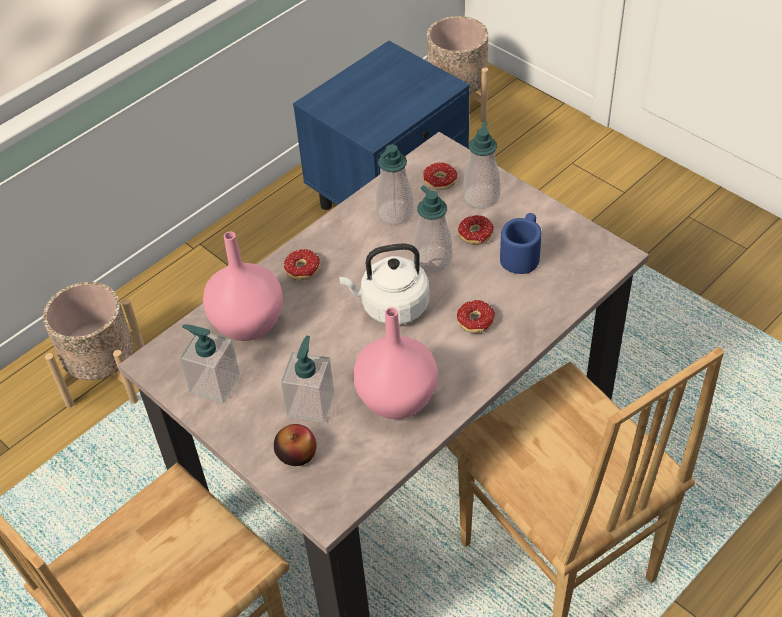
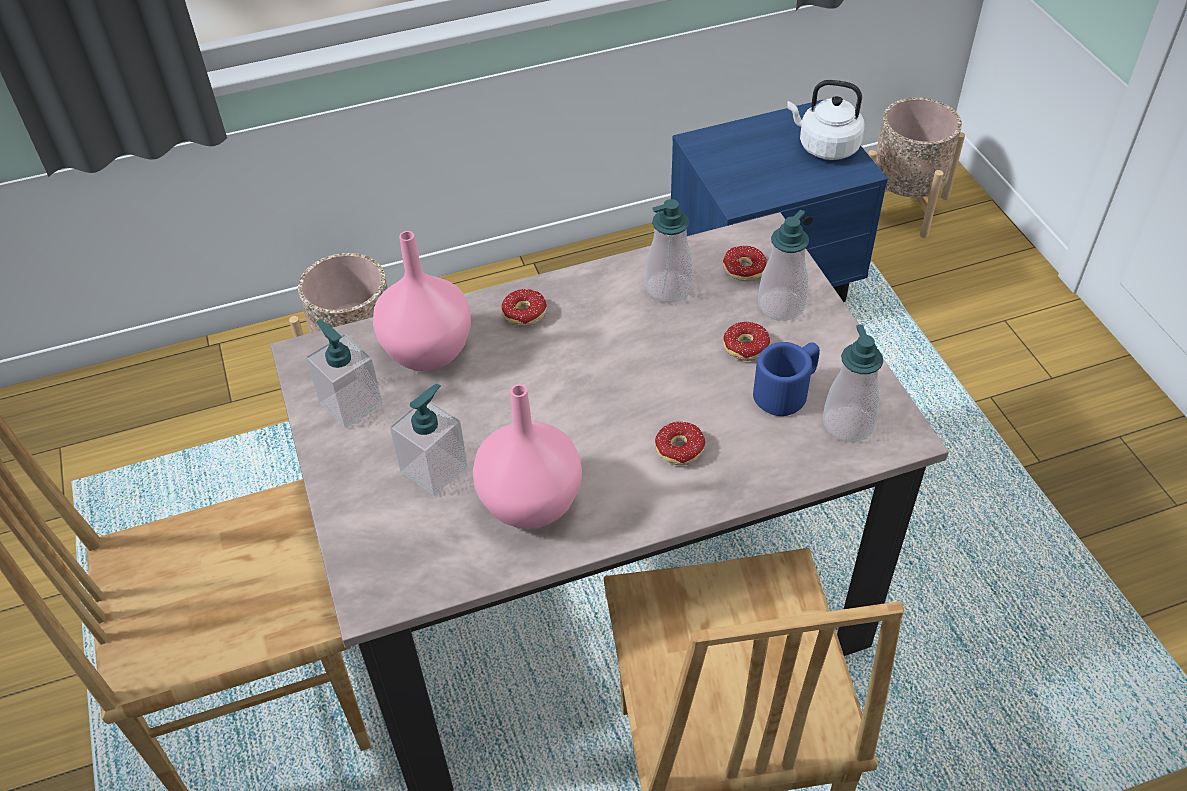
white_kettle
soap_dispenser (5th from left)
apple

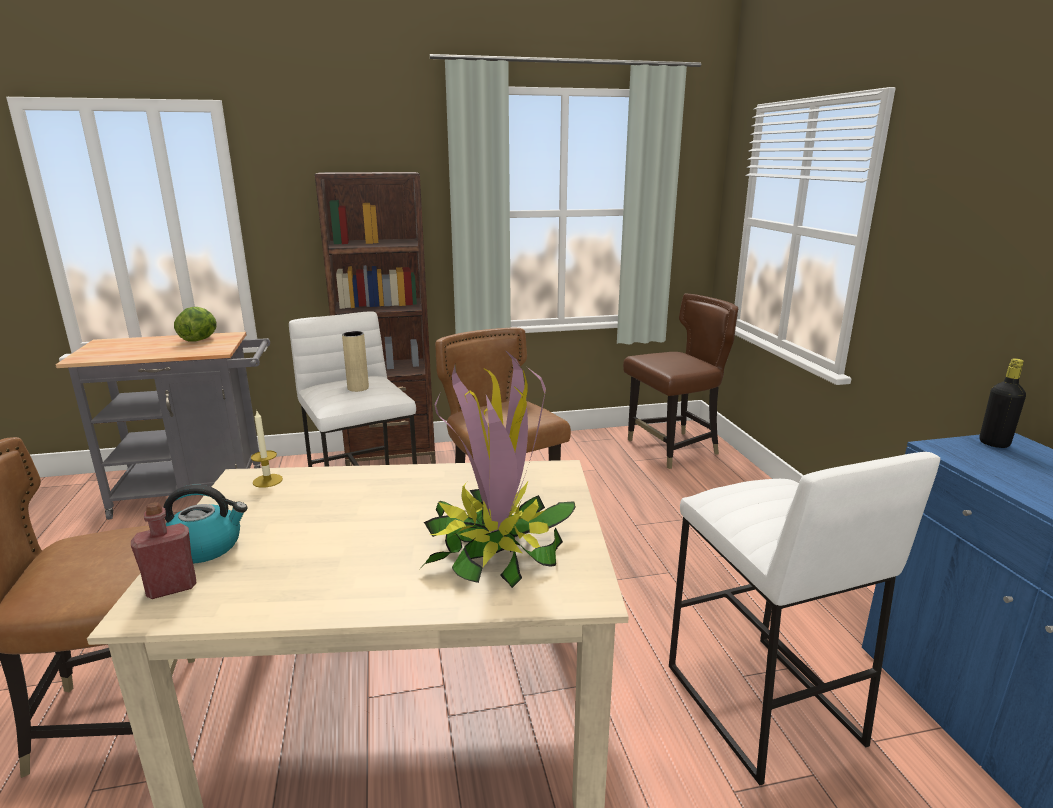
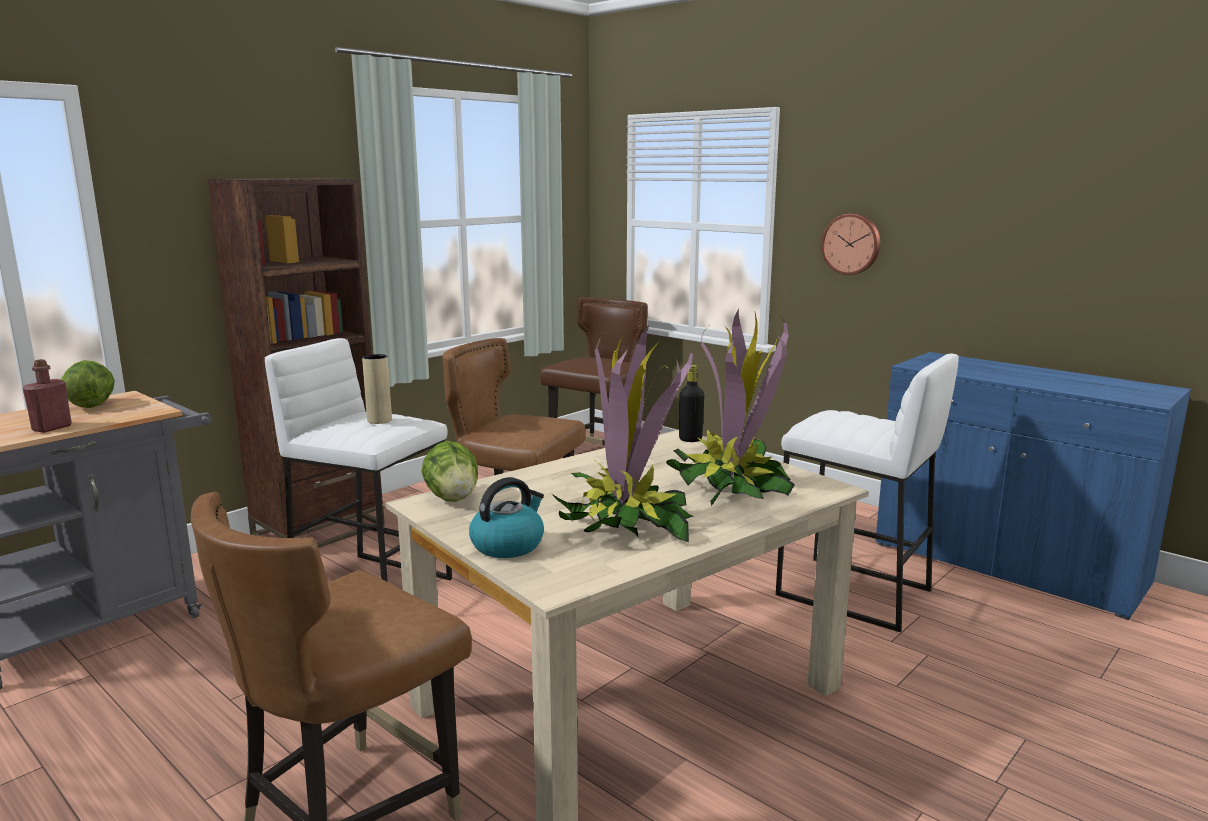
red_bottle
lettuce (2nd from left)
potted_plant (1st from left)
black_bottle
wall_clock

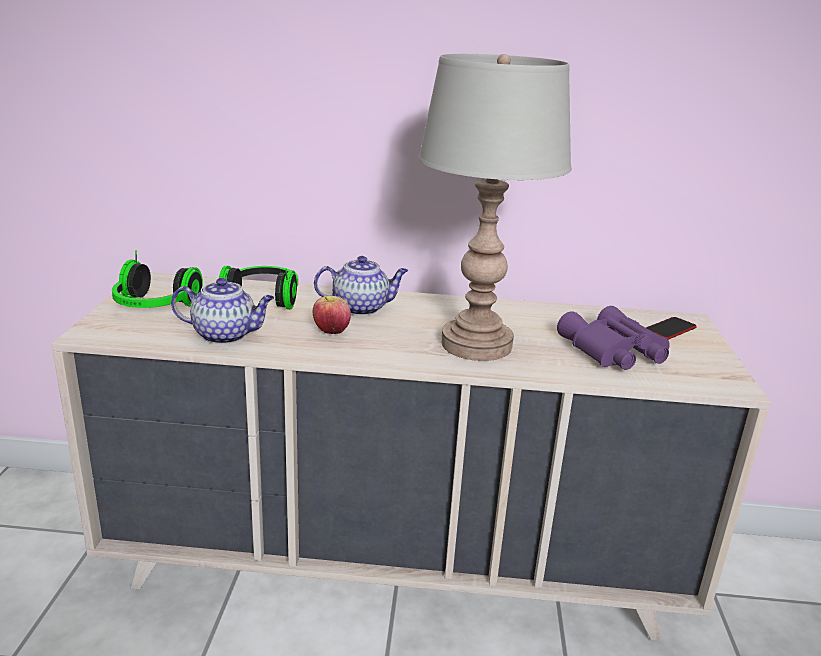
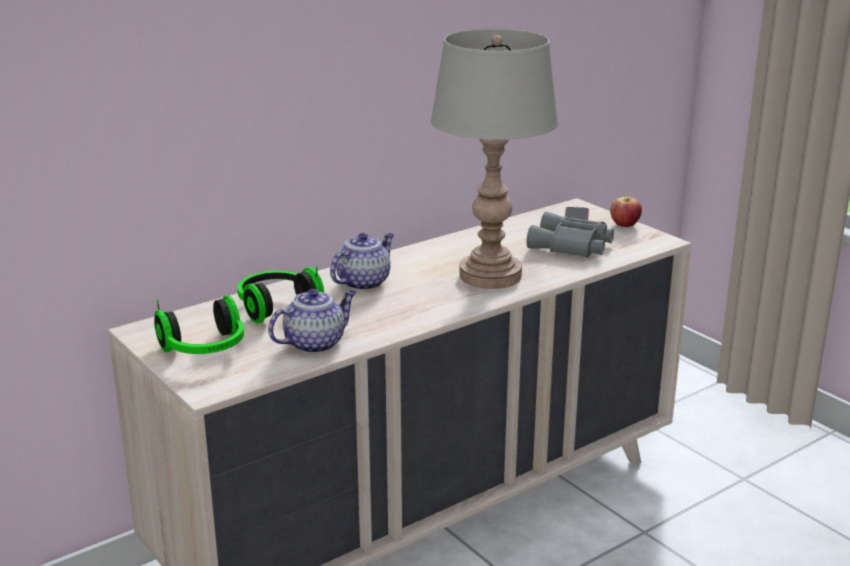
grey_binoculars
apple

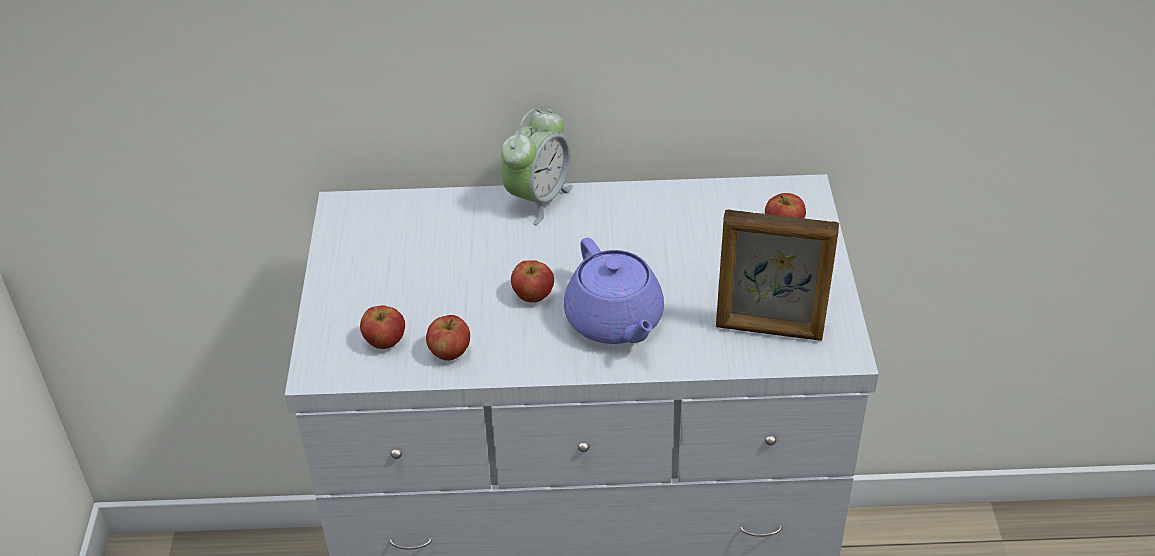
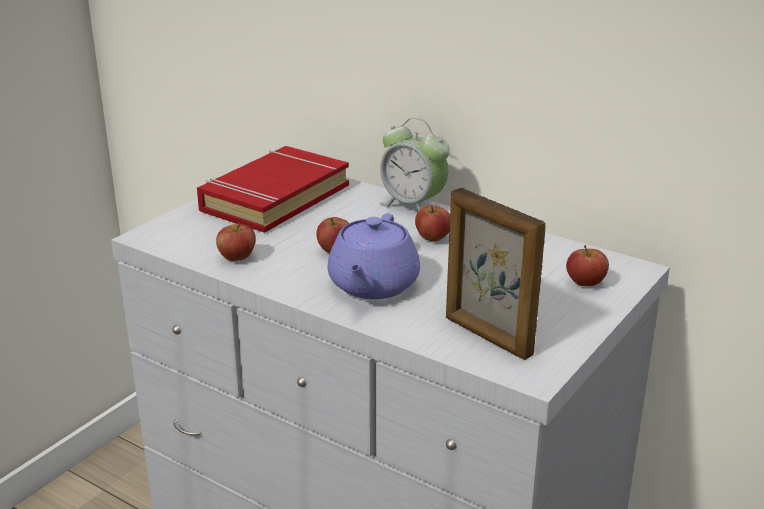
red_book
alarm_clock
apple (3rd from left)

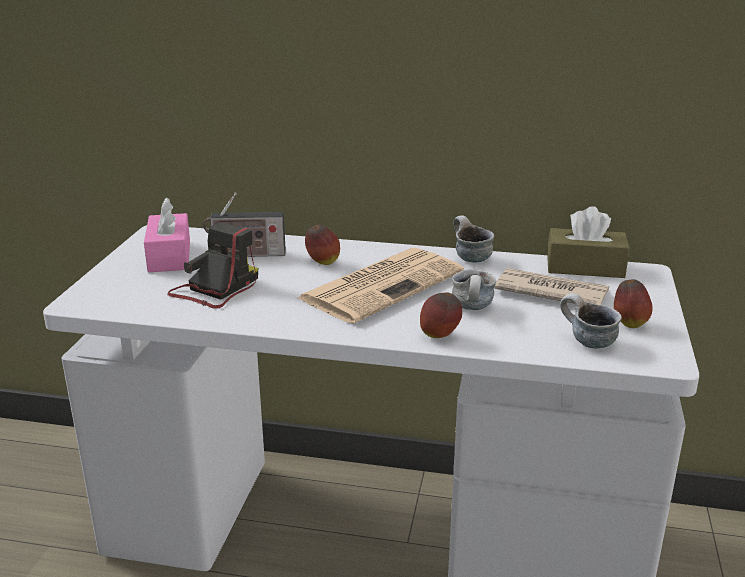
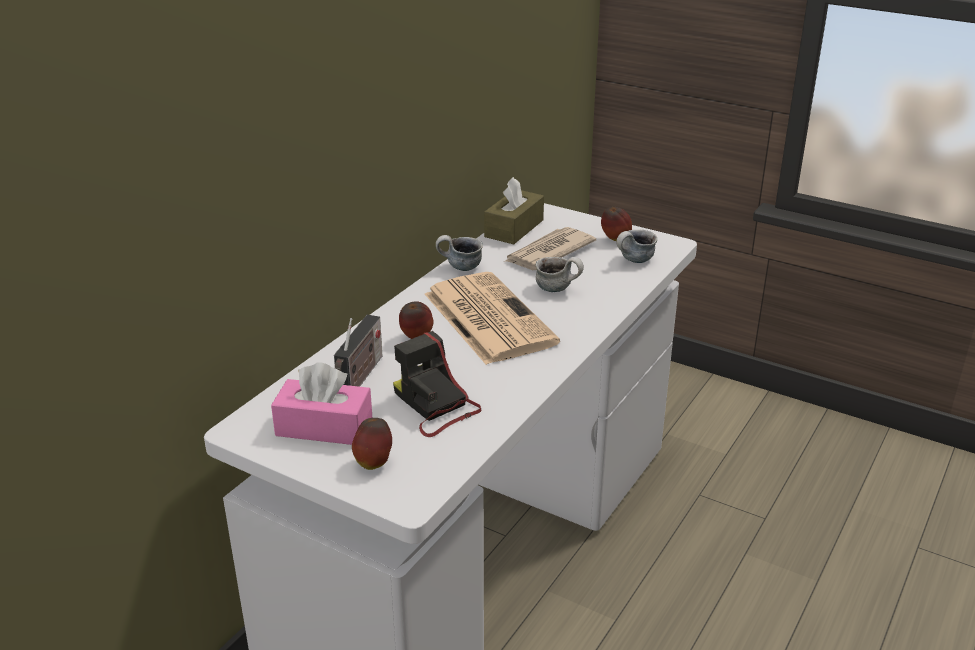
apple (1st from left)

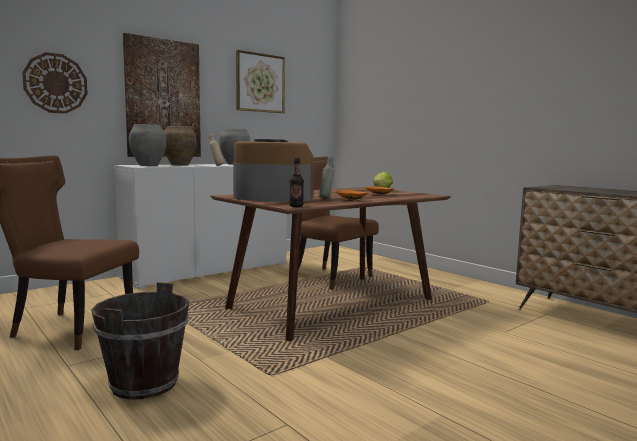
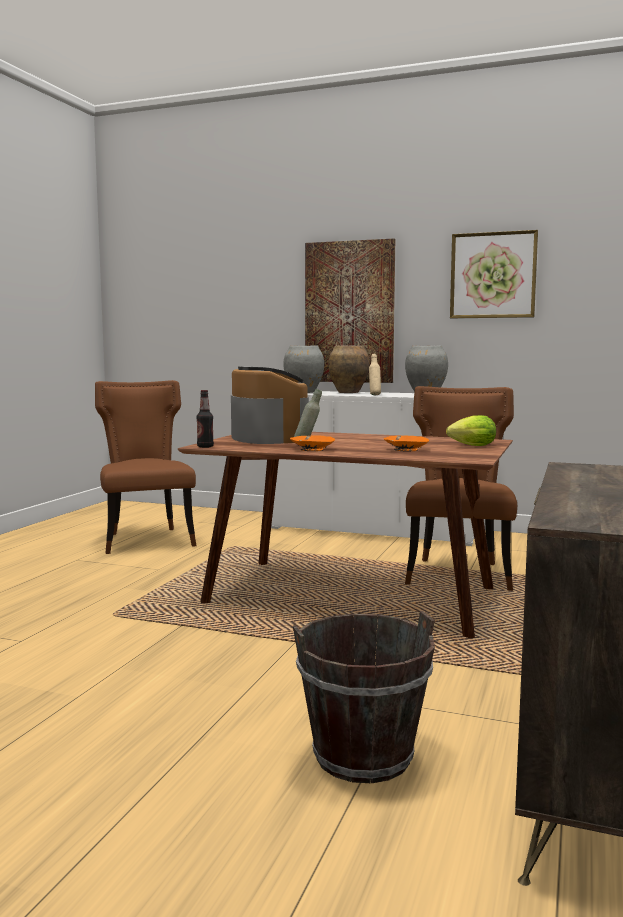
brown_bucket
wall_clock

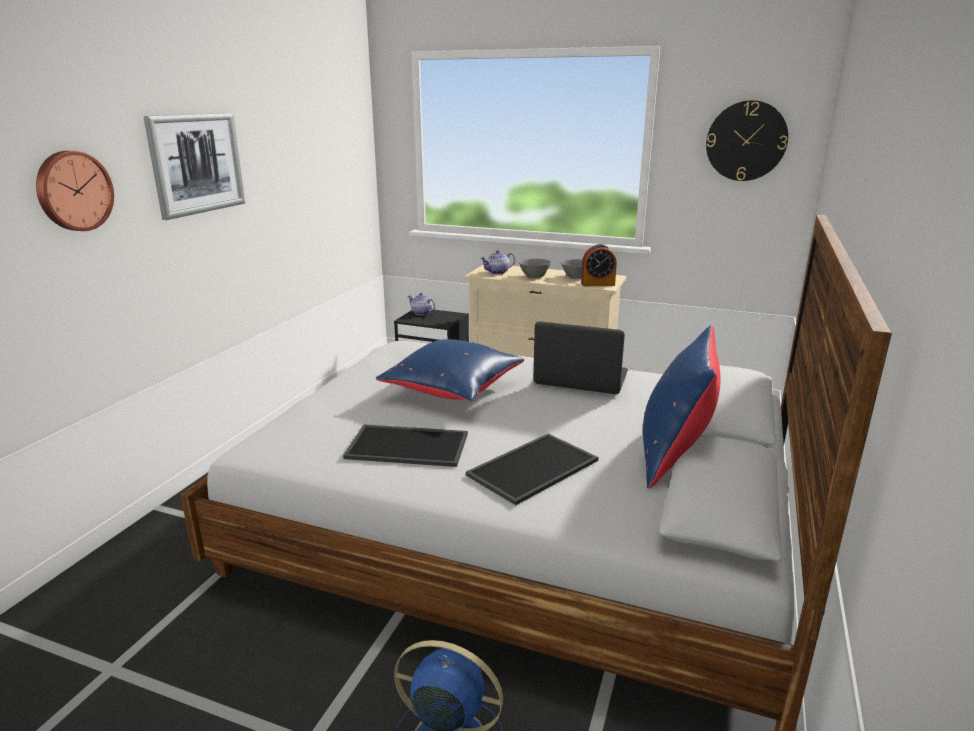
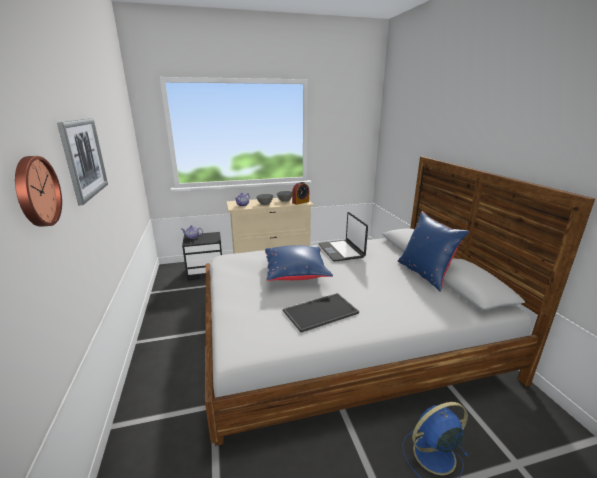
laptop
tray (2nd from left in the first image)
wall_clock (2nd from left in the first image)

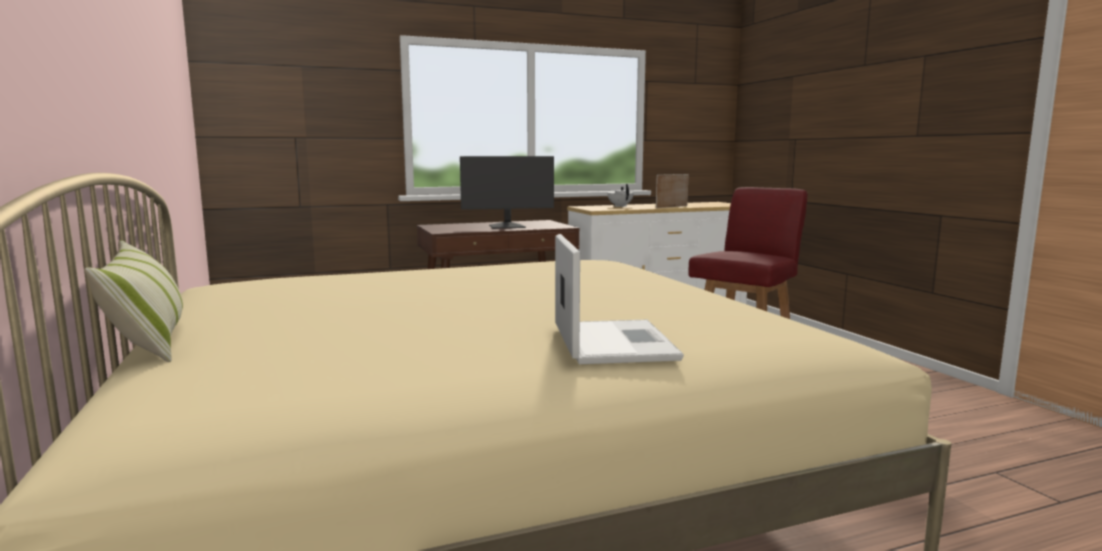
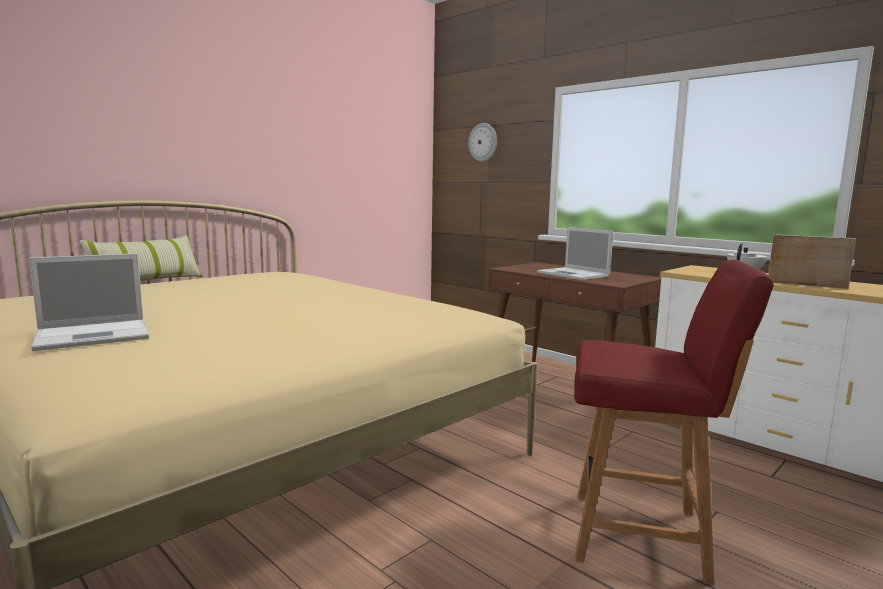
wall_clock
laptop (2nd from left)

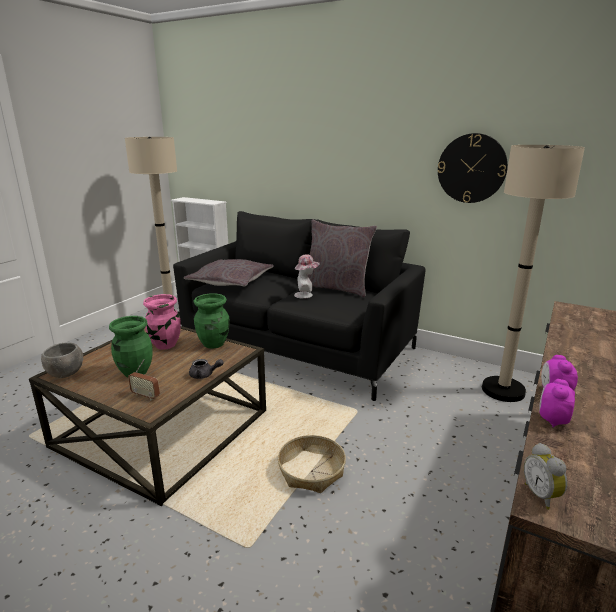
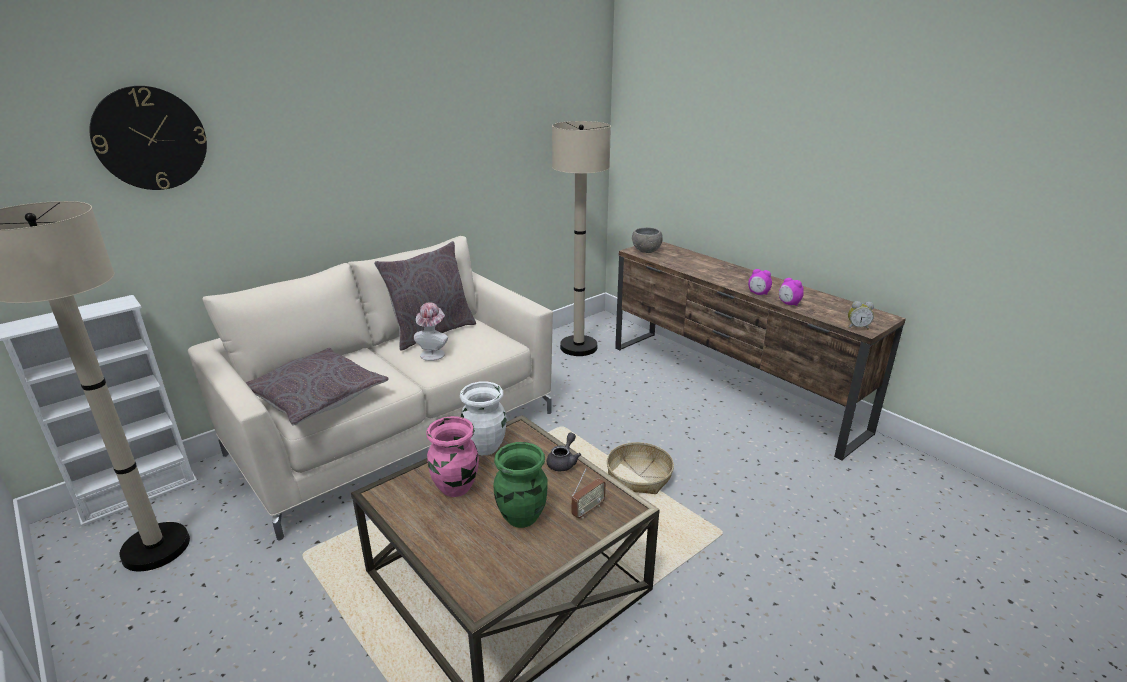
wall_clock
beige_sofa
white_vase
grey_bowl

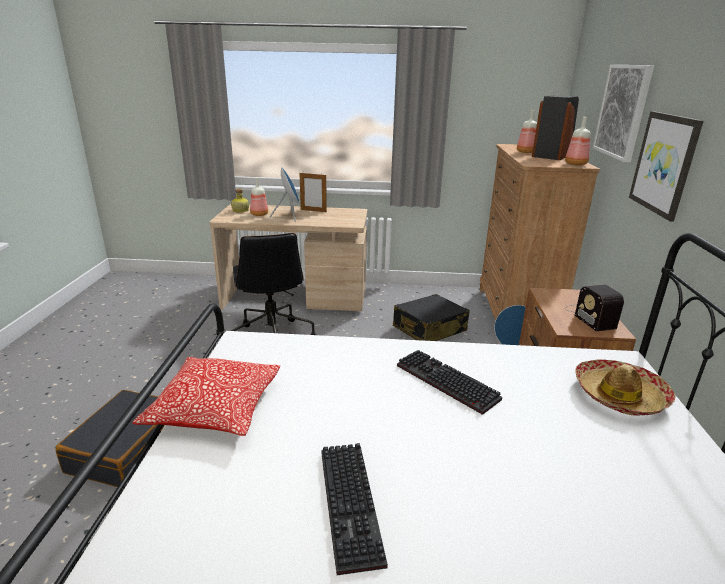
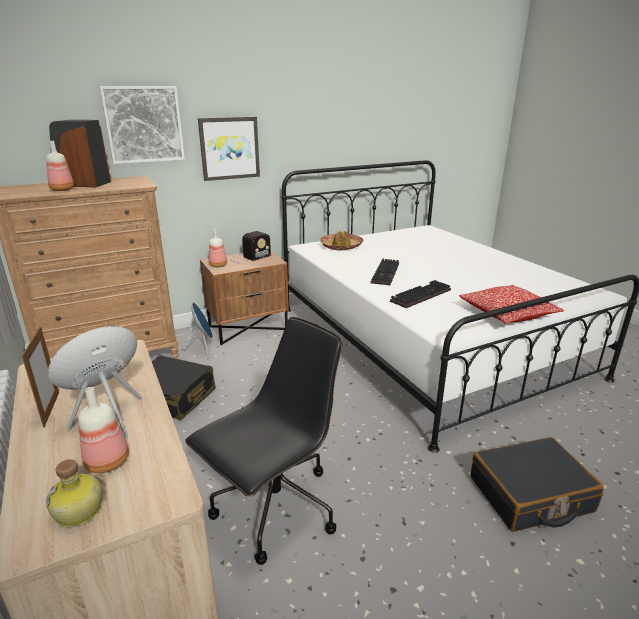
bottle (4th from left)
keyboard (2nd from left)

